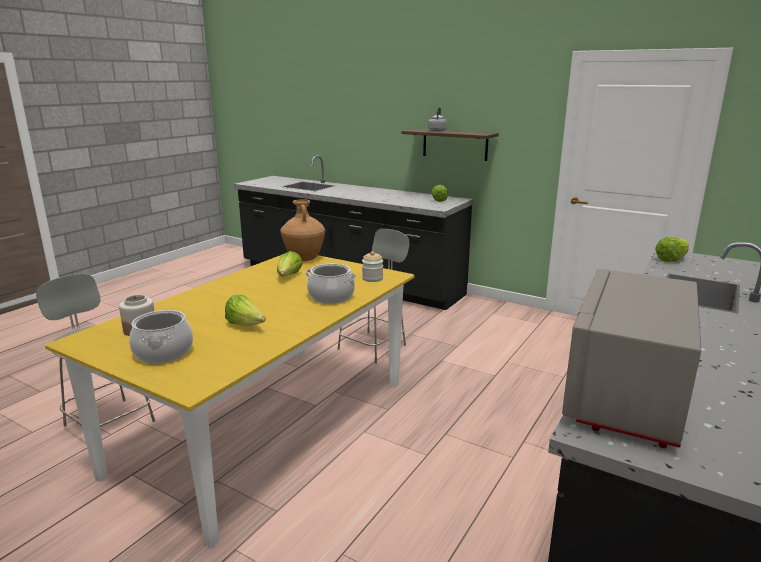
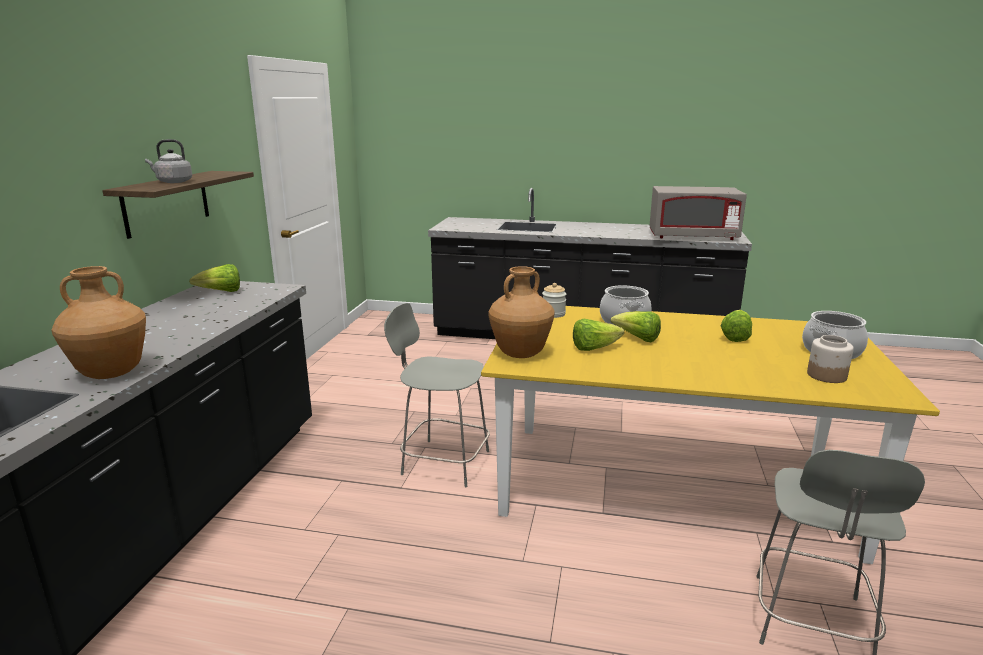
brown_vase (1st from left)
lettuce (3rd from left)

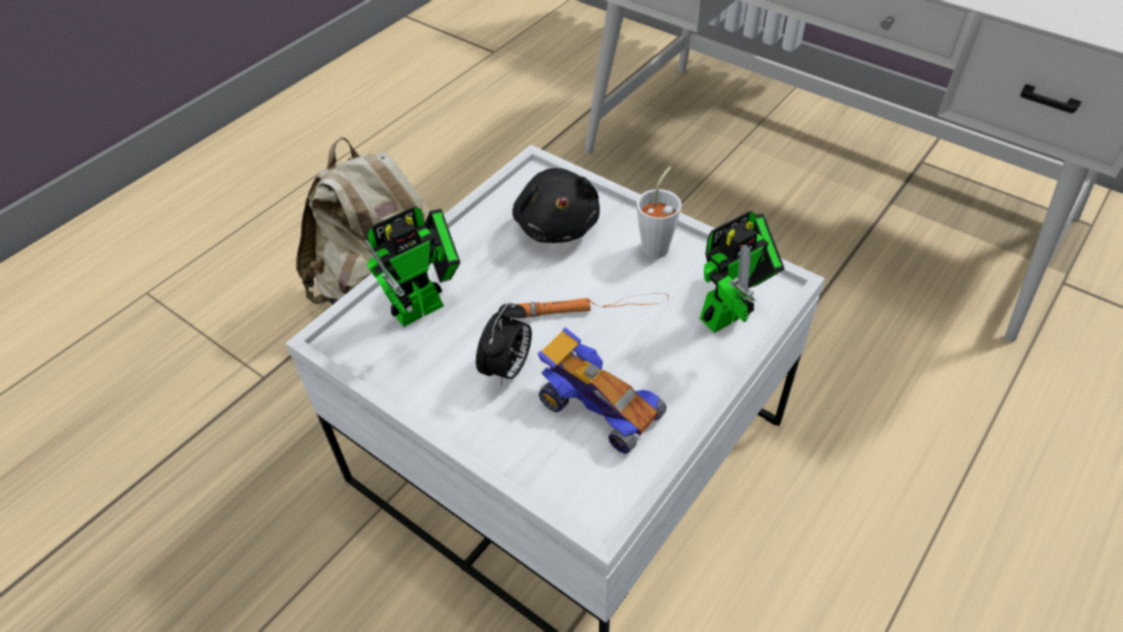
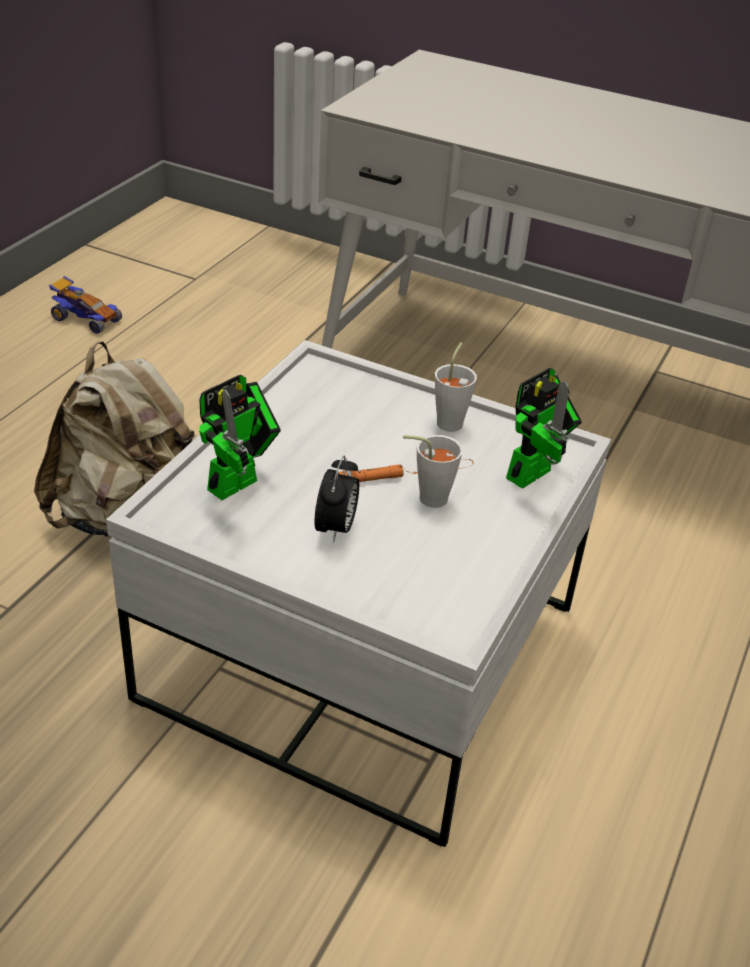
toy_car
white_cup (1st from left)
black_plush_toy

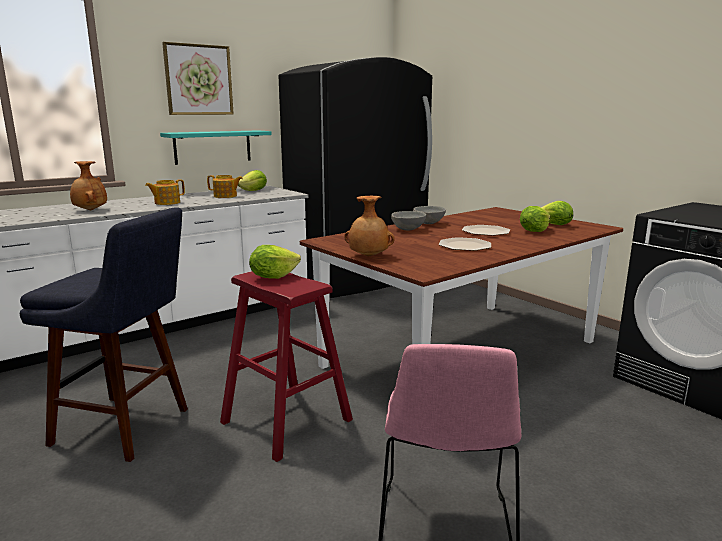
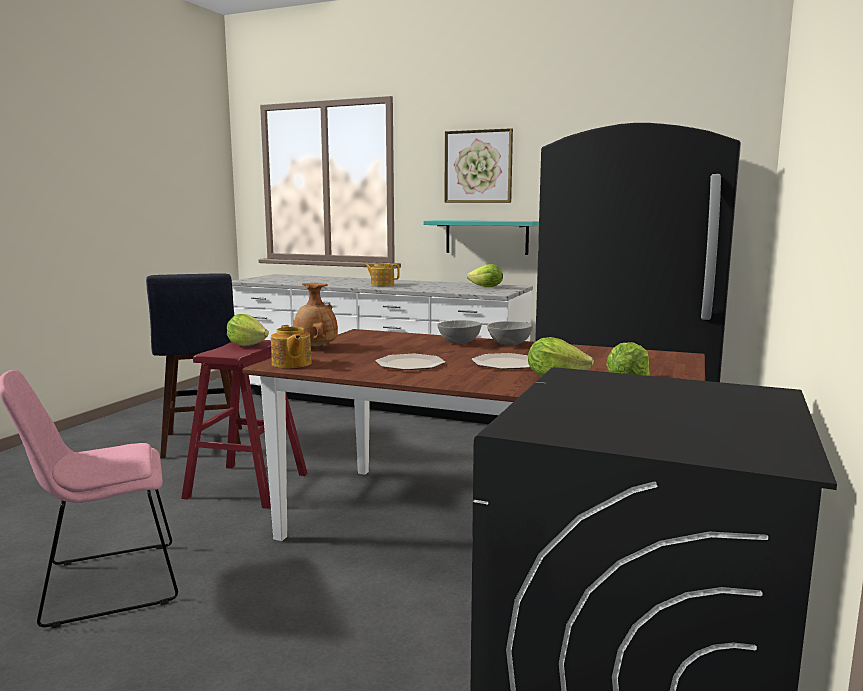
teapot (1st from left)
brown_vase (1st from left in the first image)

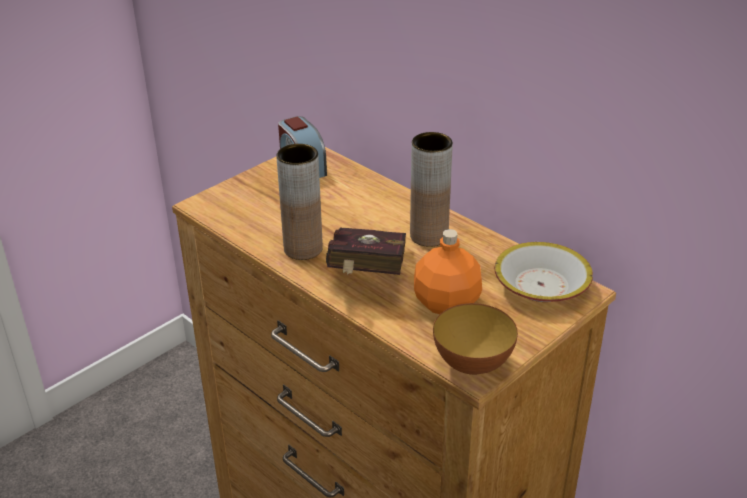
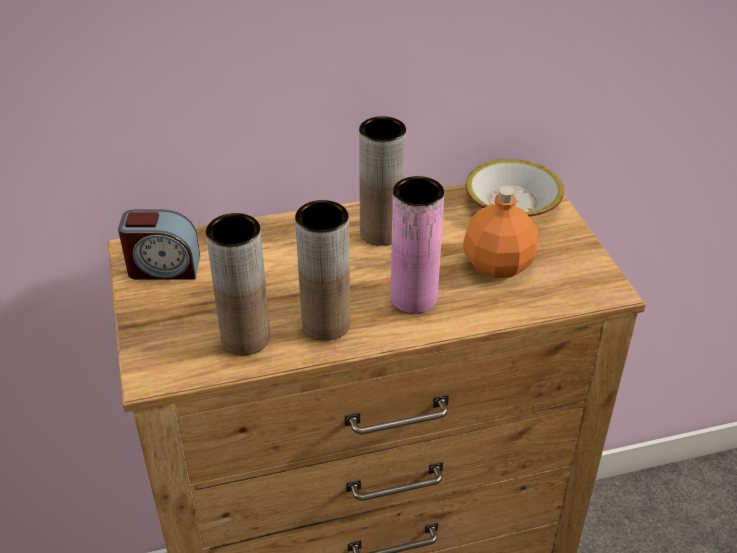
brown_vase (1st from left)
pink_vase
bowl (1st from left in the first image)

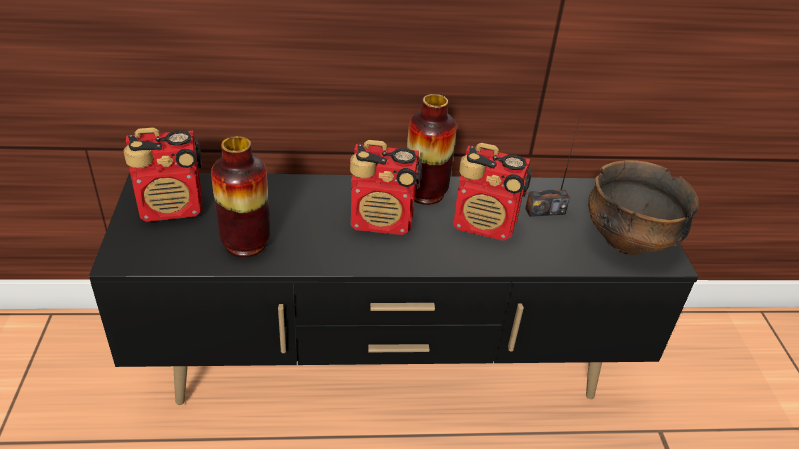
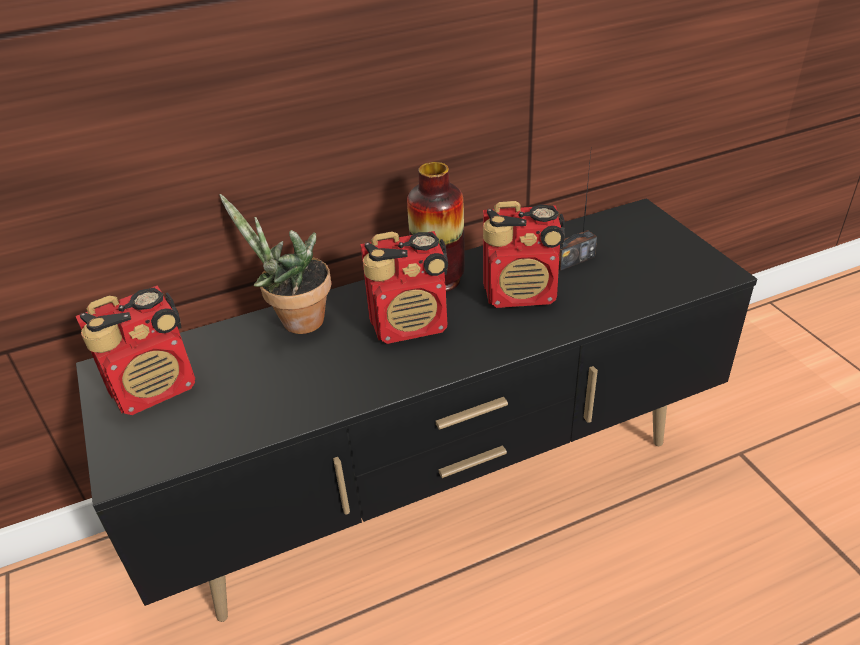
potted_plant
vase (1st from left in the first image)
bowl

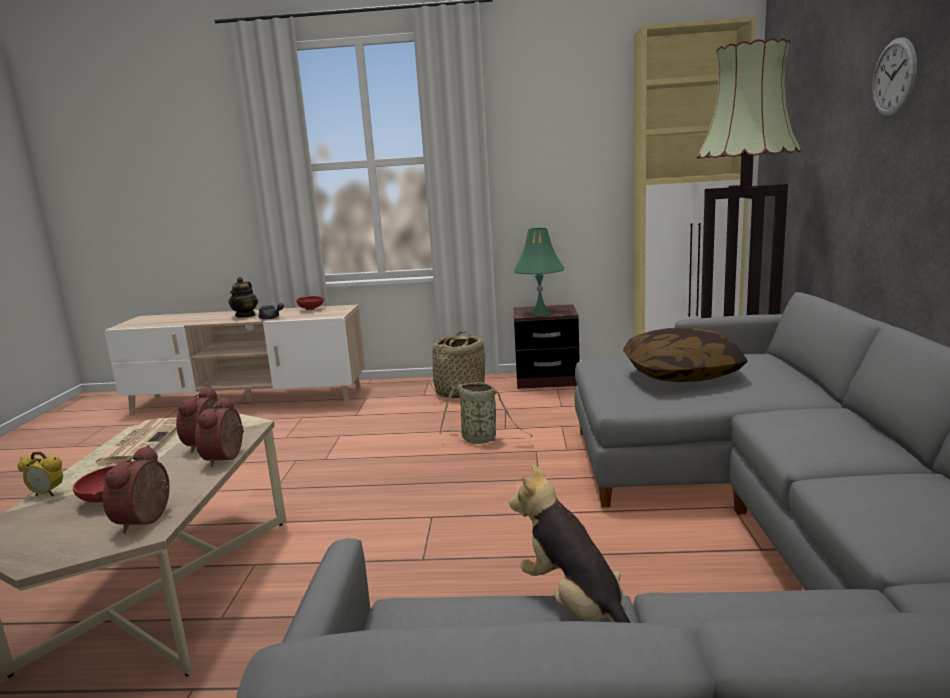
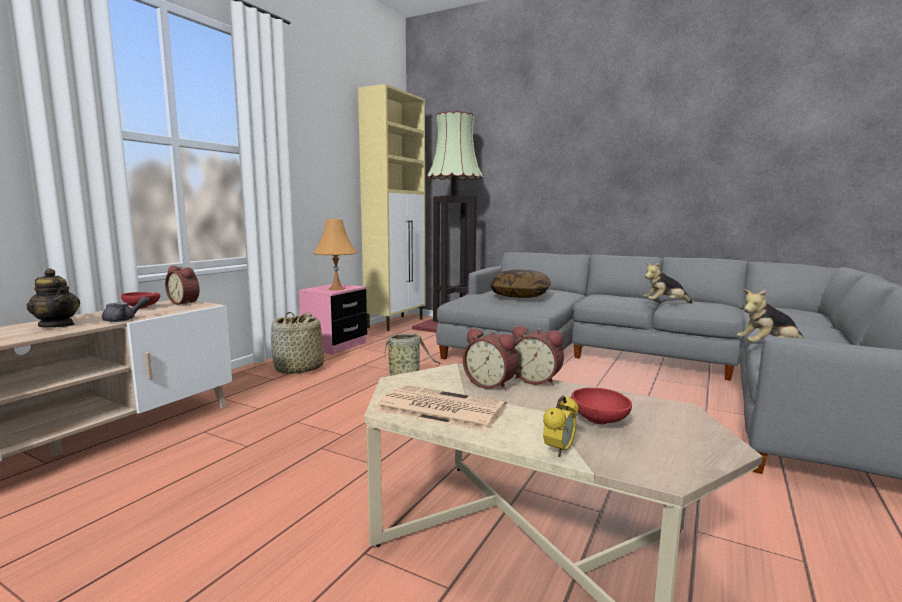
alarm_clock (1st from left)
pink_nightstand
orange_table_lamp
plush_toy (1st from left)
wall_clock

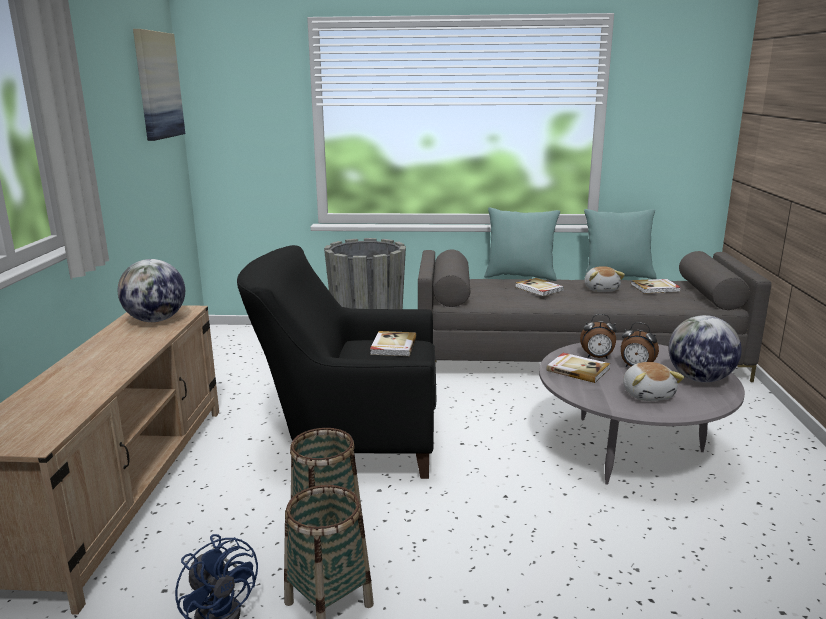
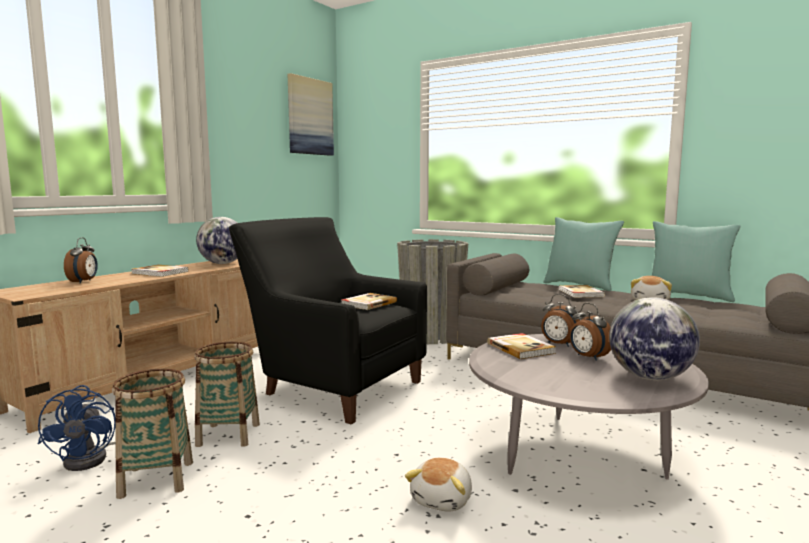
alarm_clock (1st from left)
book (1st from left)
plush_toy (1st from left)

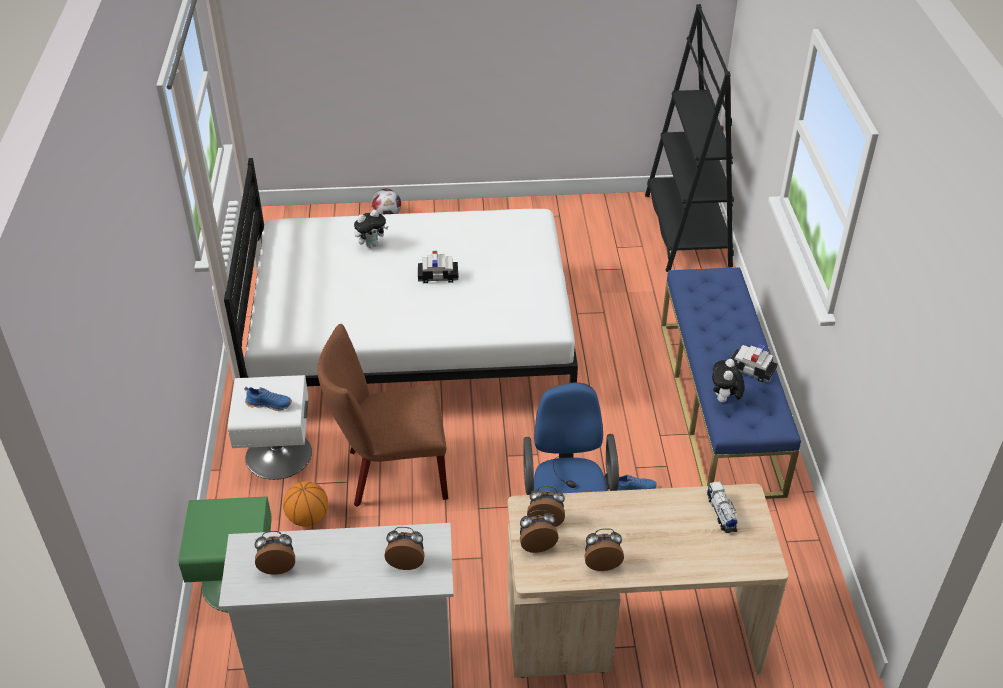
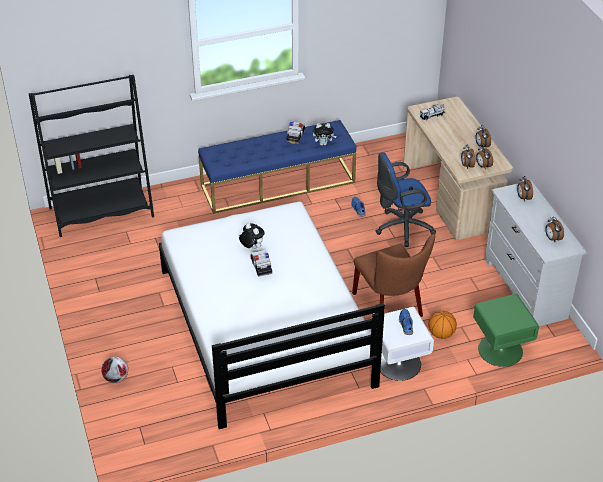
plush_toy (1st from left)

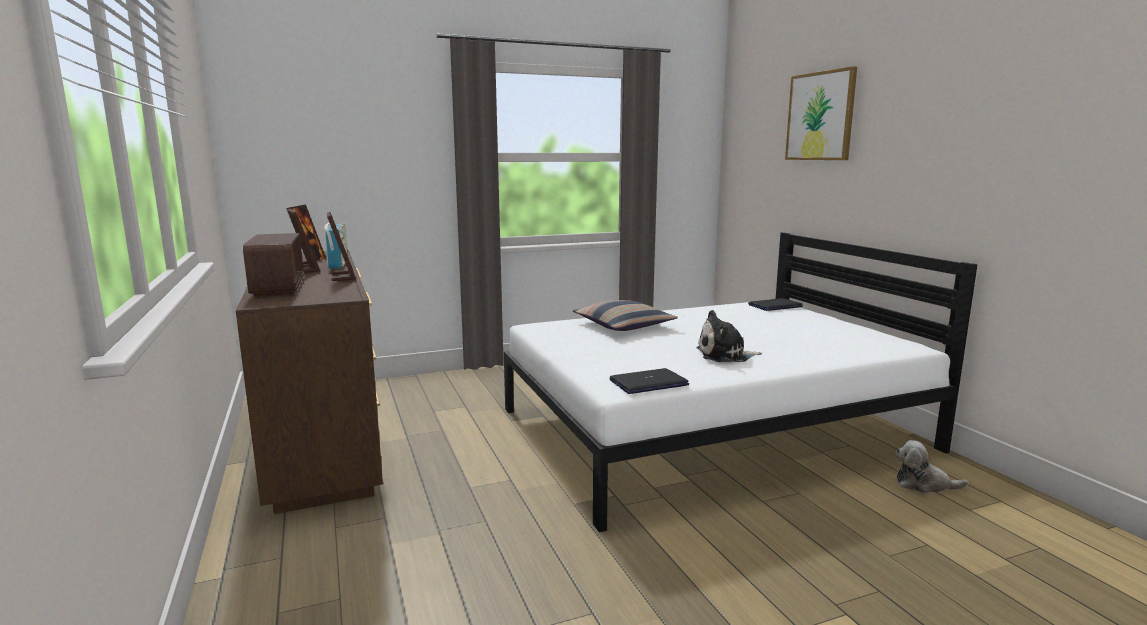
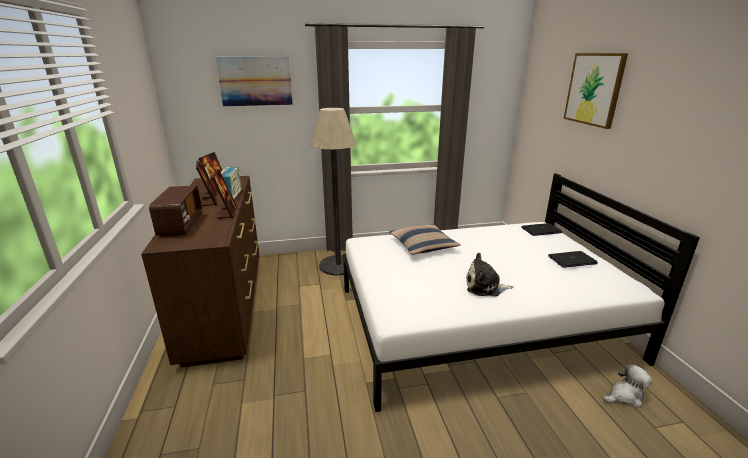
picture (1st from left)
floor_lamp
laptop (2nd from left)
plush_toy (2nd from left)

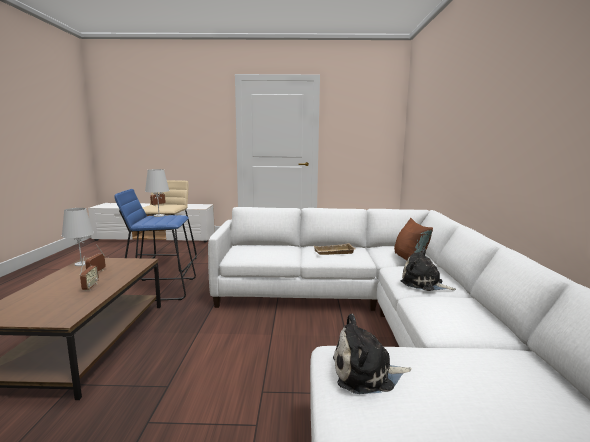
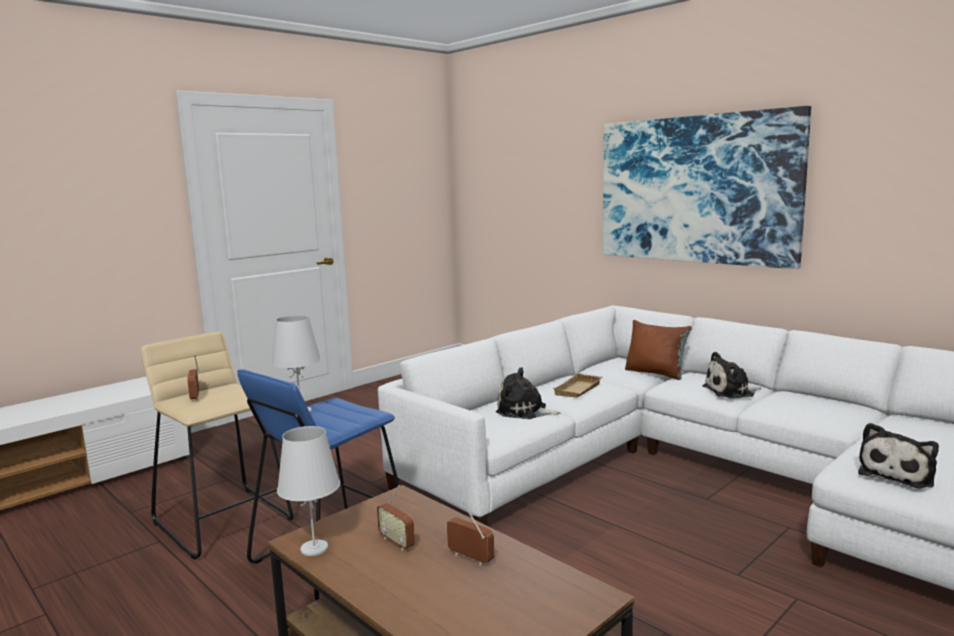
plush_toy (1st from left)
picture

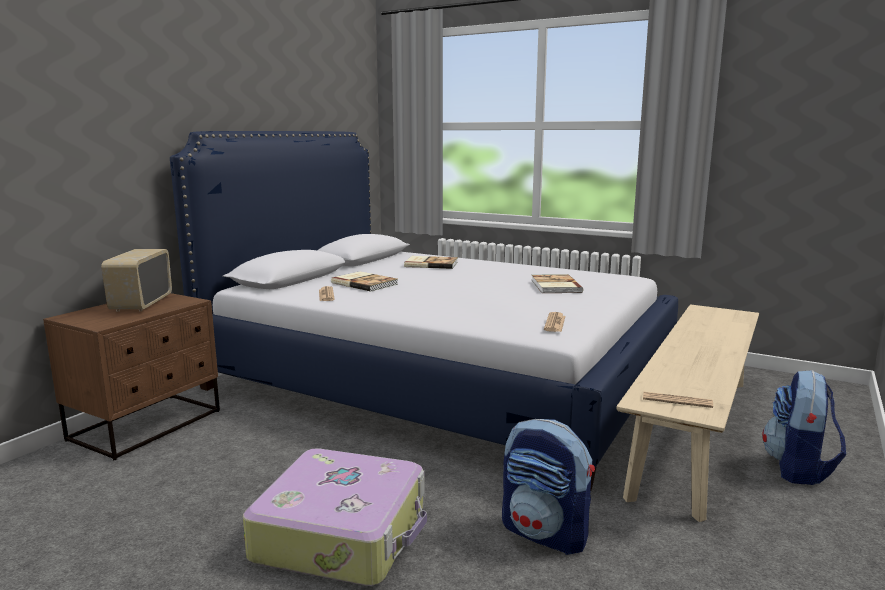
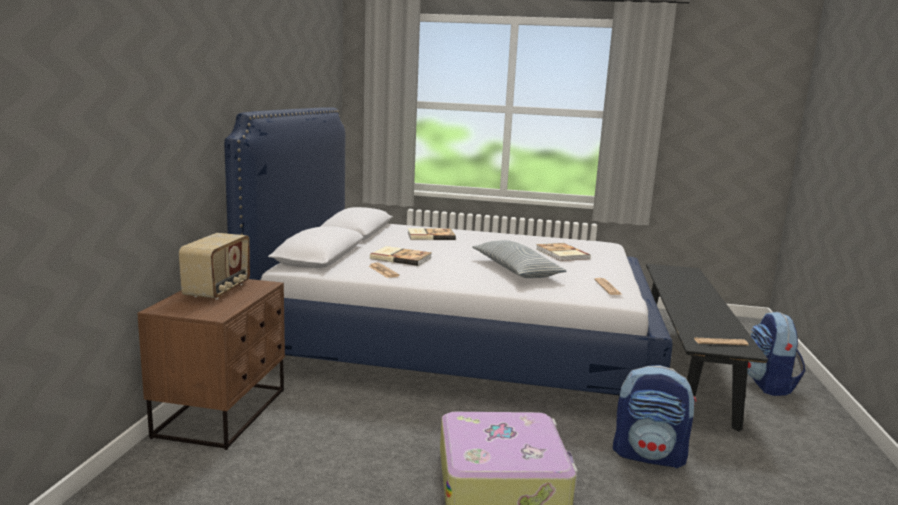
radio
pillow
black_bench

